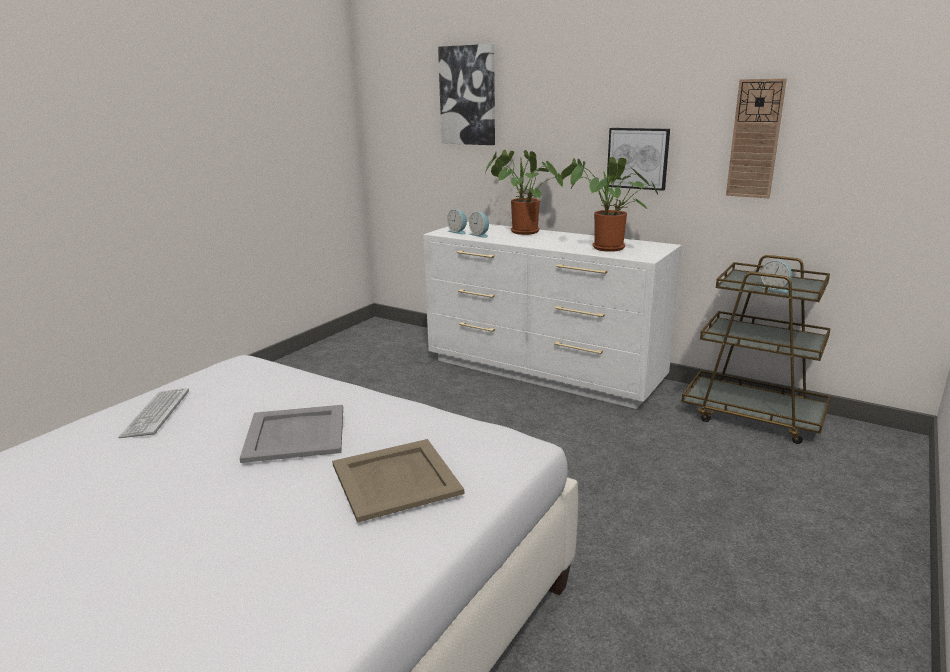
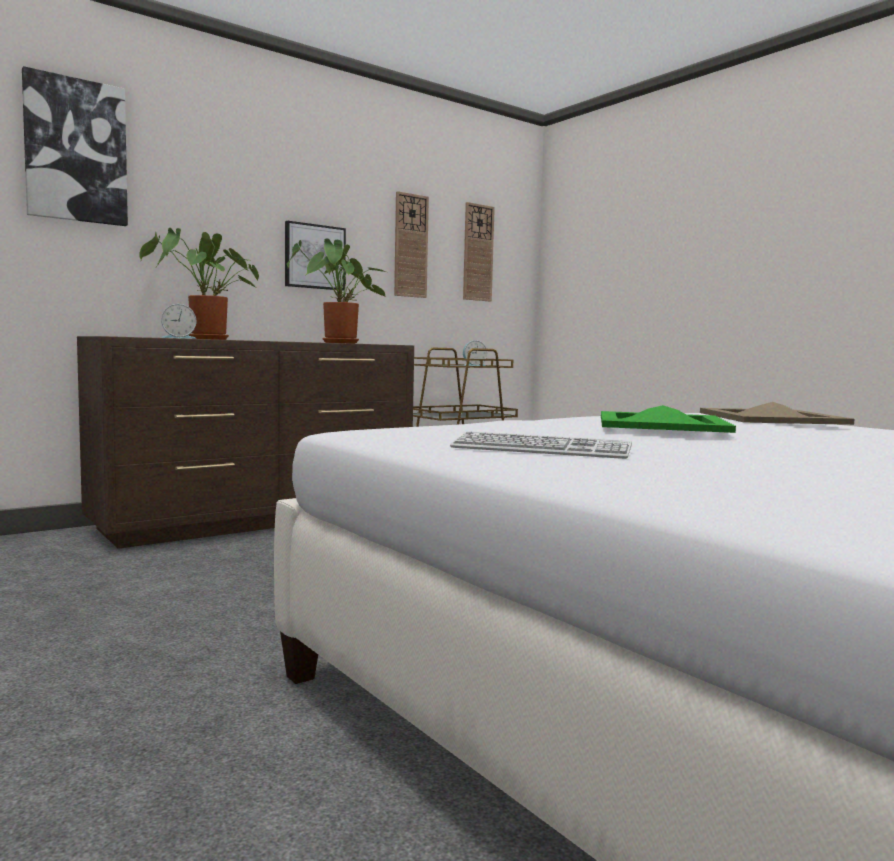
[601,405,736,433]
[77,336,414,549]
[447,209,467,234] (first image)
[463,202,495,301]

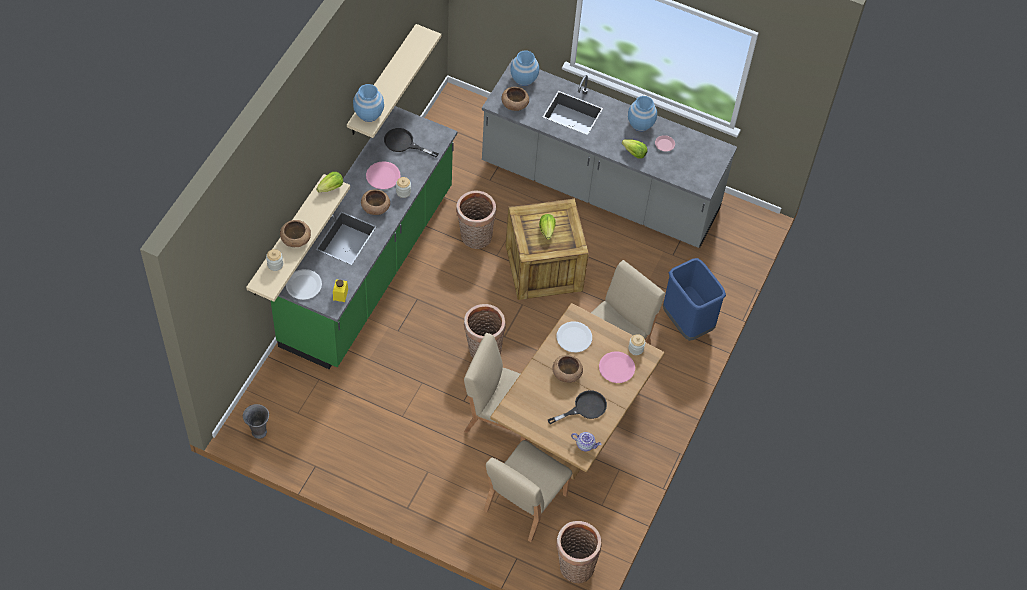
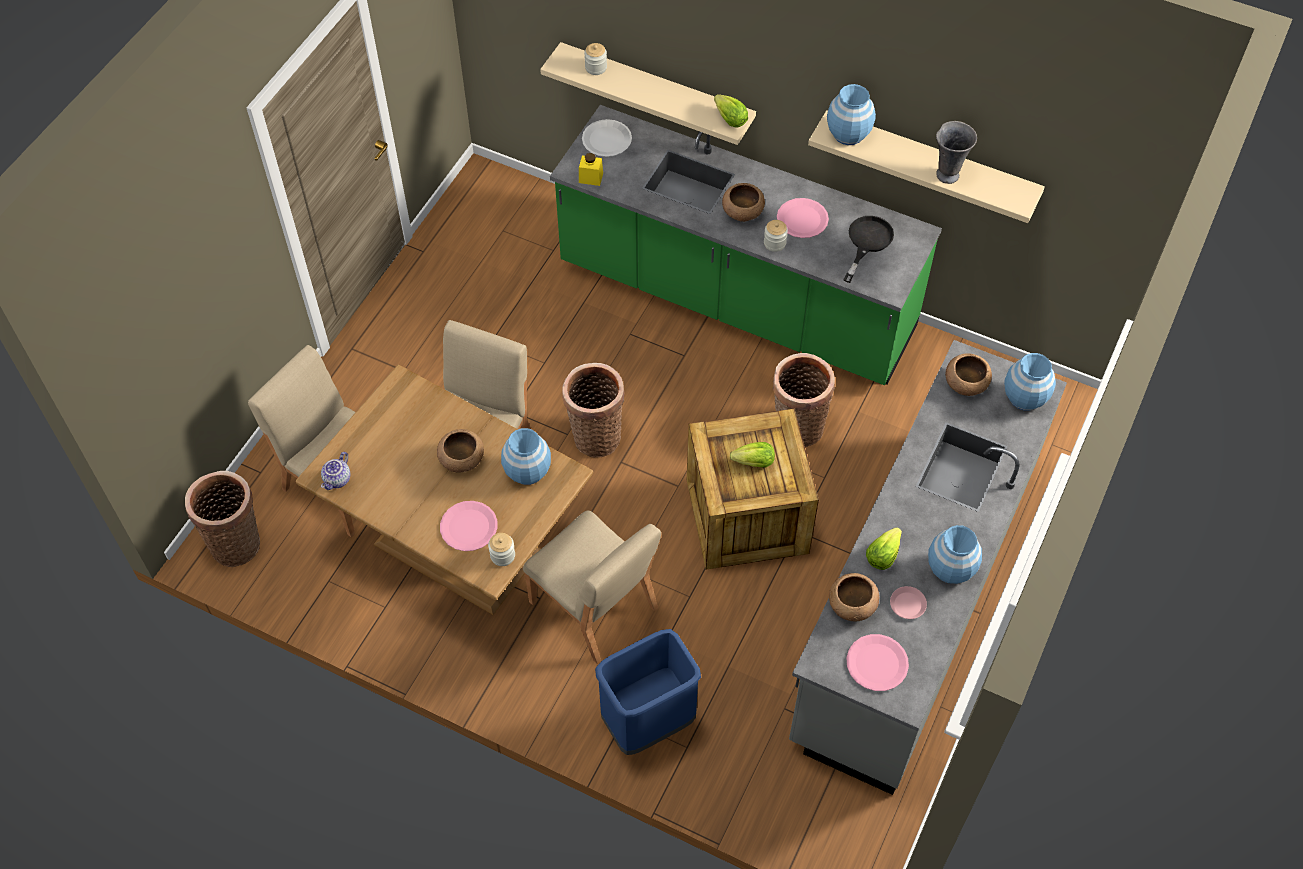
[936,121,977,184]
[829,573,879,621]
[548,390,607,424] (first image)
[501,428,551,485]
[846,634,909,691]

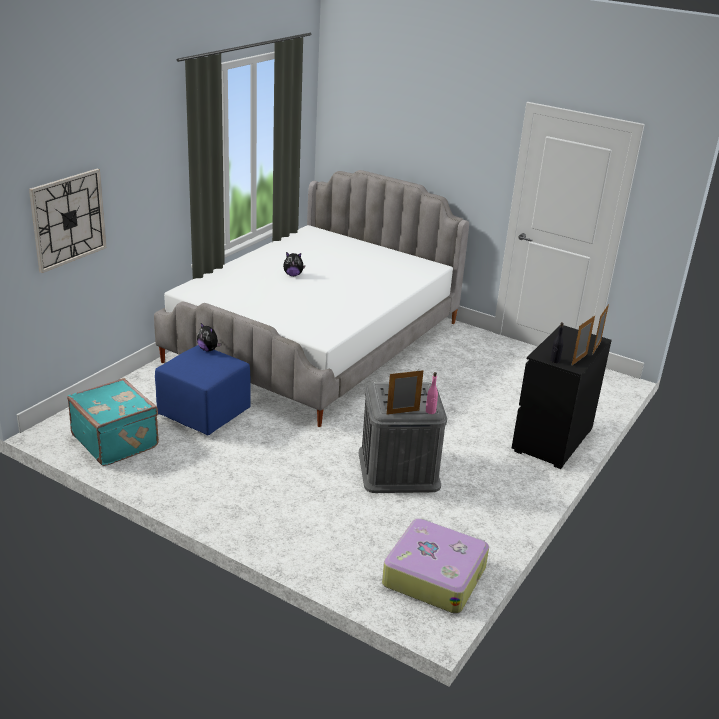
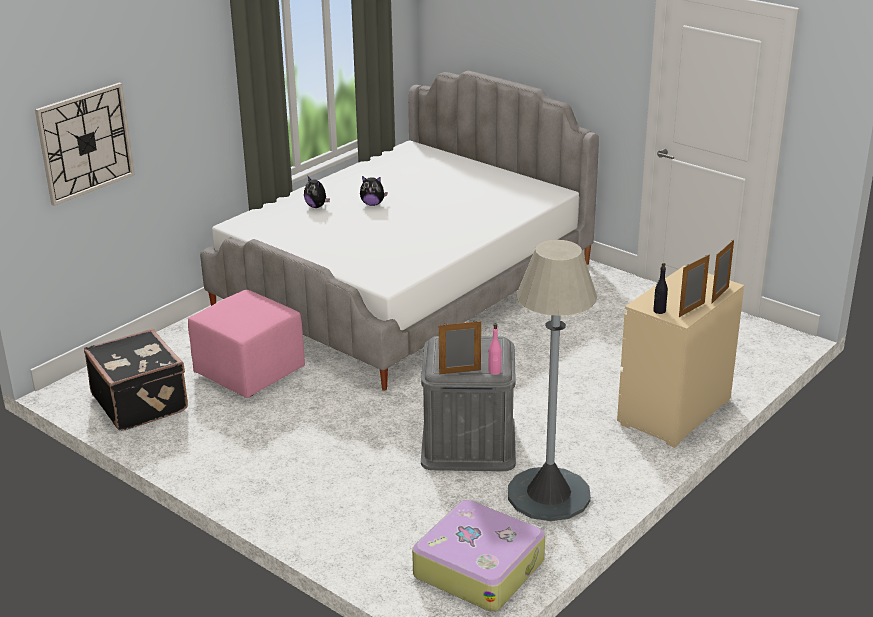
[84,329,188,431]
[188,290,305,398]
[304,176,330,208]
[617,265,744,448]
[508,240,597,521]

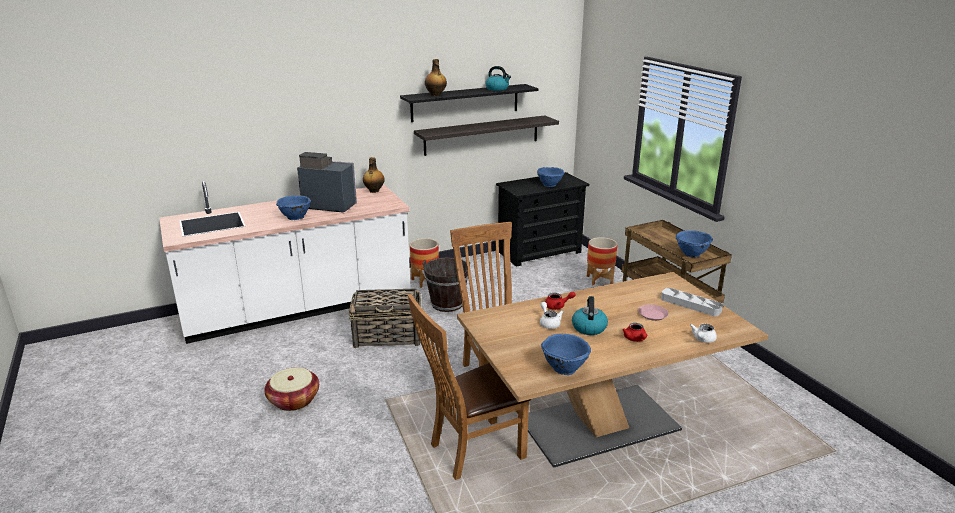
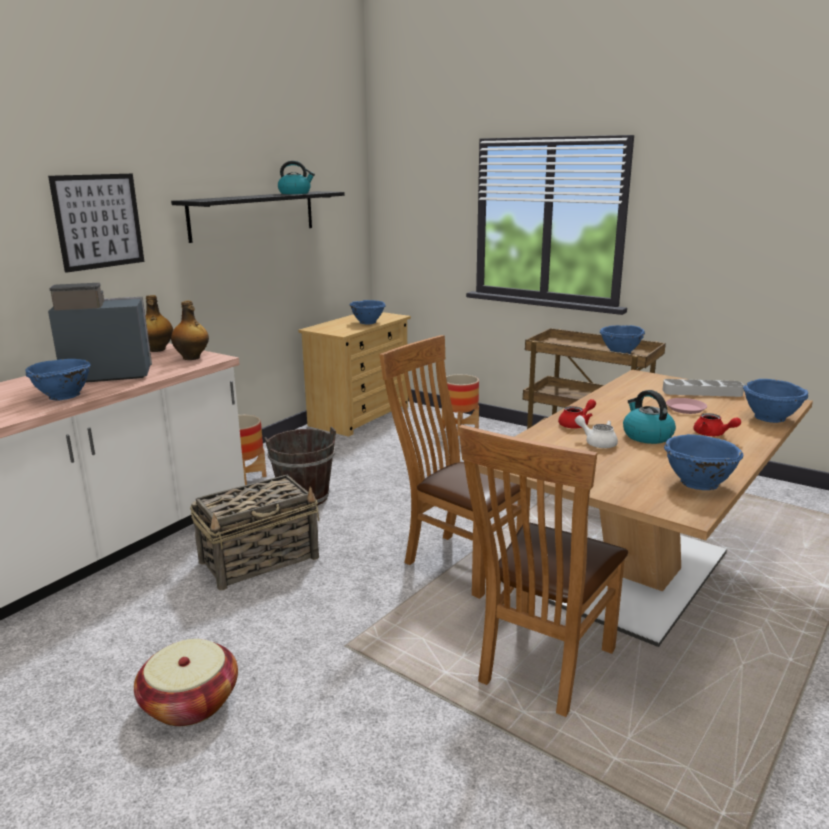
[414,115,559,156] (first image)
[171,301,209,360]
[298,312,411,437]
[743,379,808,423]
[48,174,144,273]

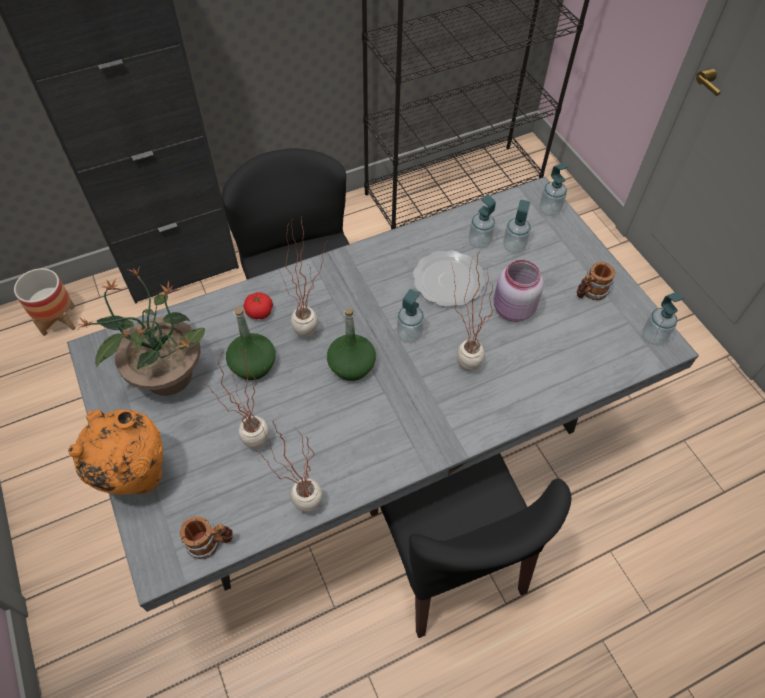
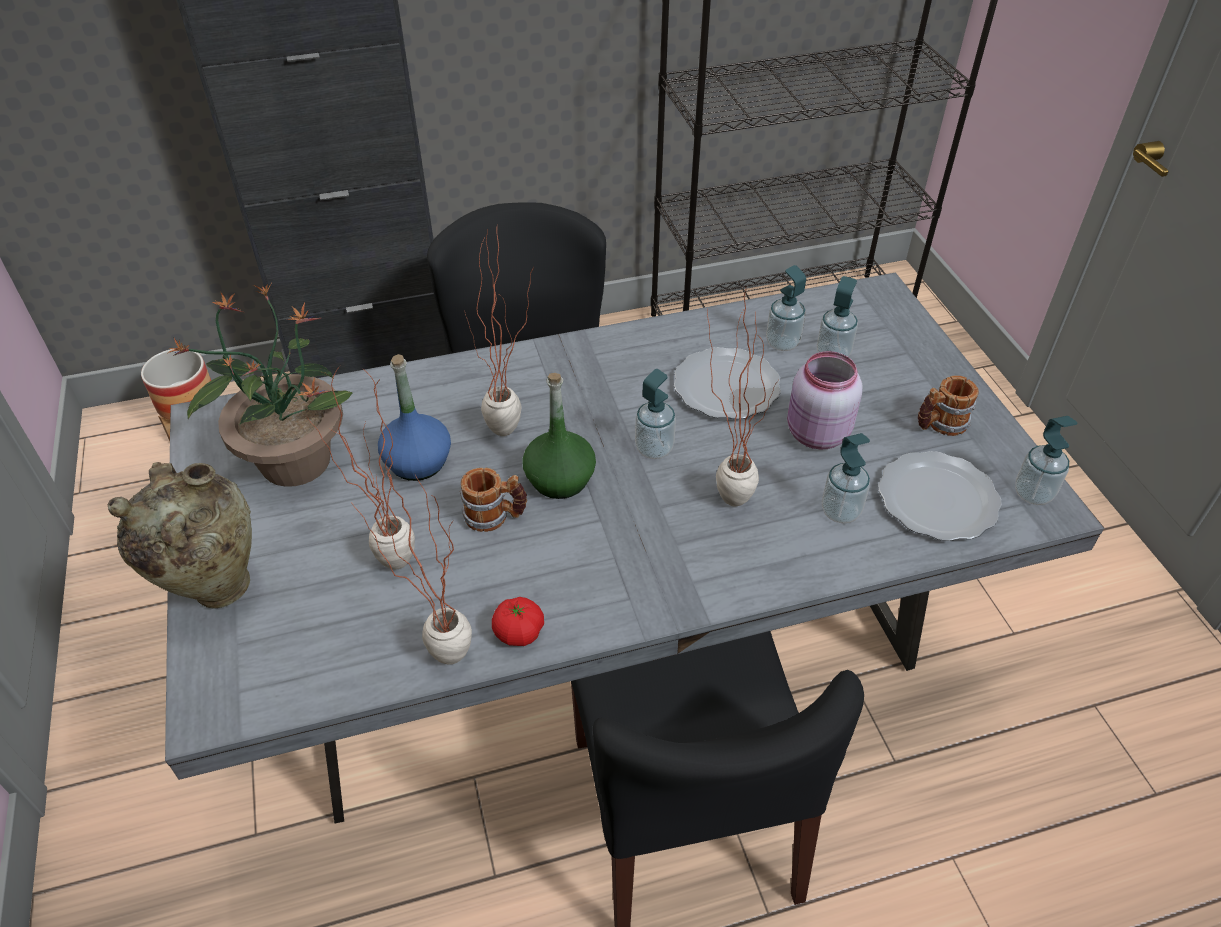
[108,462,252,609]
[460,468,527,532]
[378,354,451,481]
[492,597,544,646]
[822,433,870,523]
[878,451,1002,541]

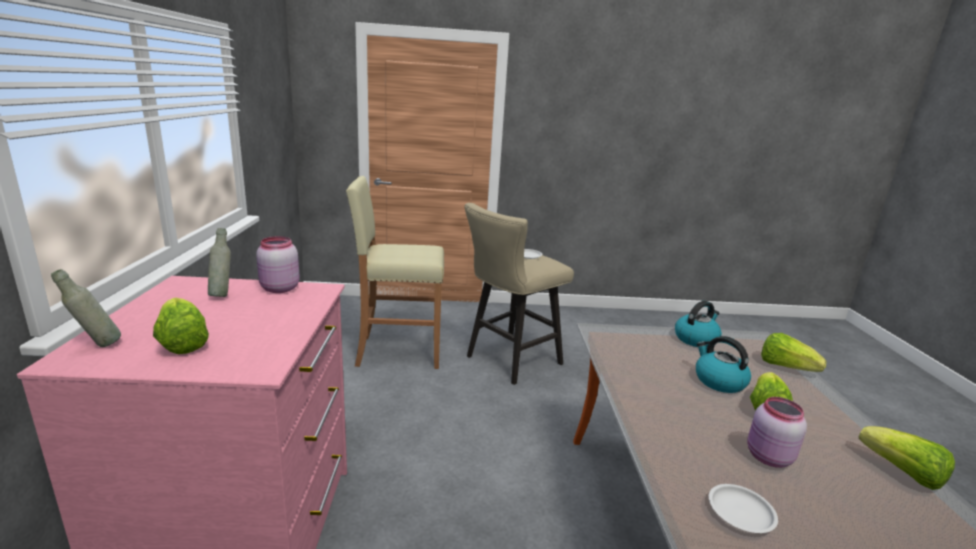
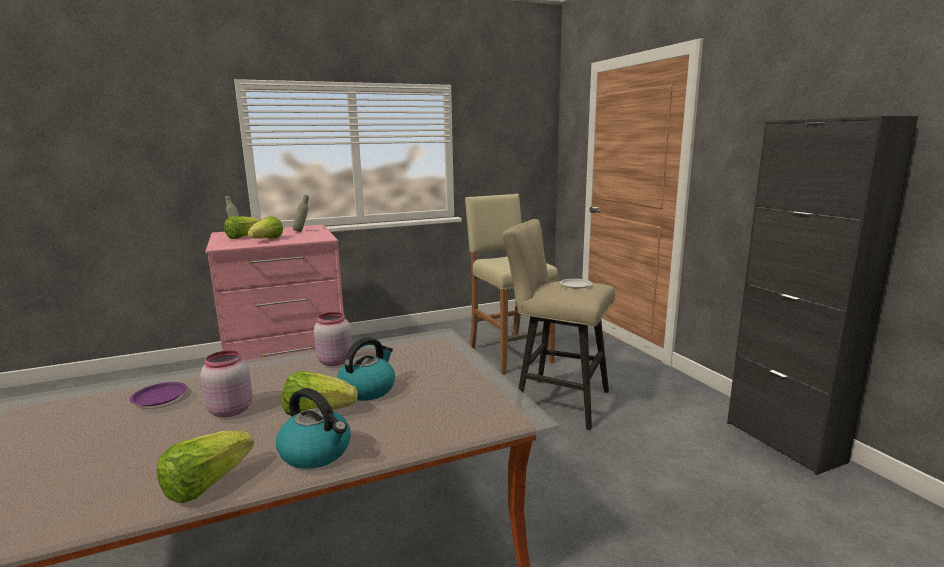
[314,312,352,366]
[276,388,351,469]
[130,382,187,406]
[248,216,283,239]
[727,116,918,475]

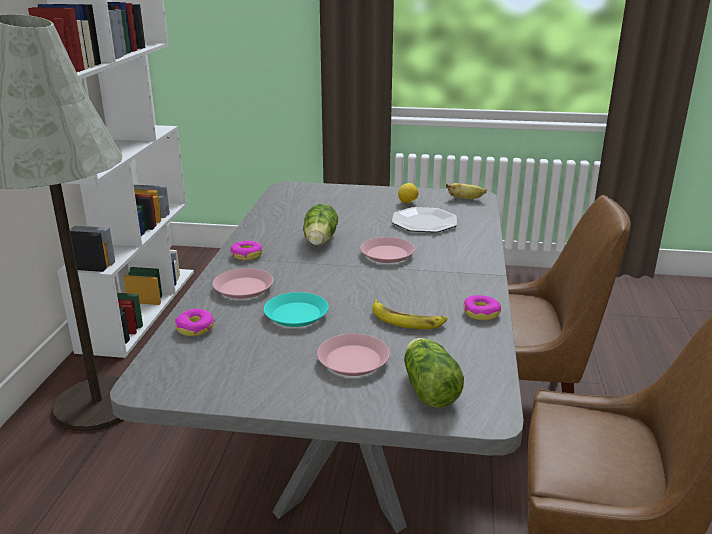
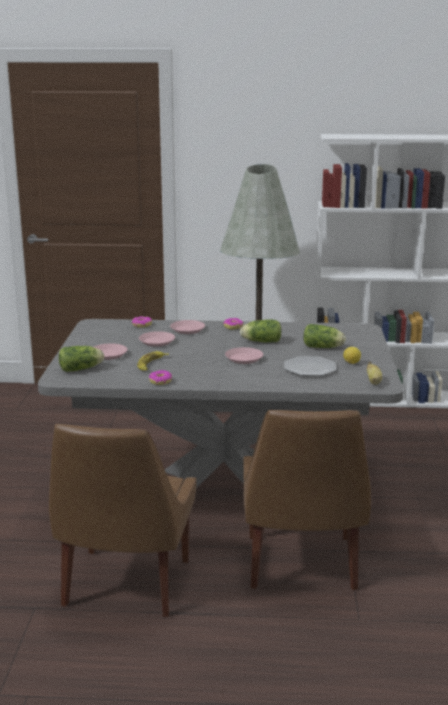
[139,331,175,347]
[303,324,346,348]

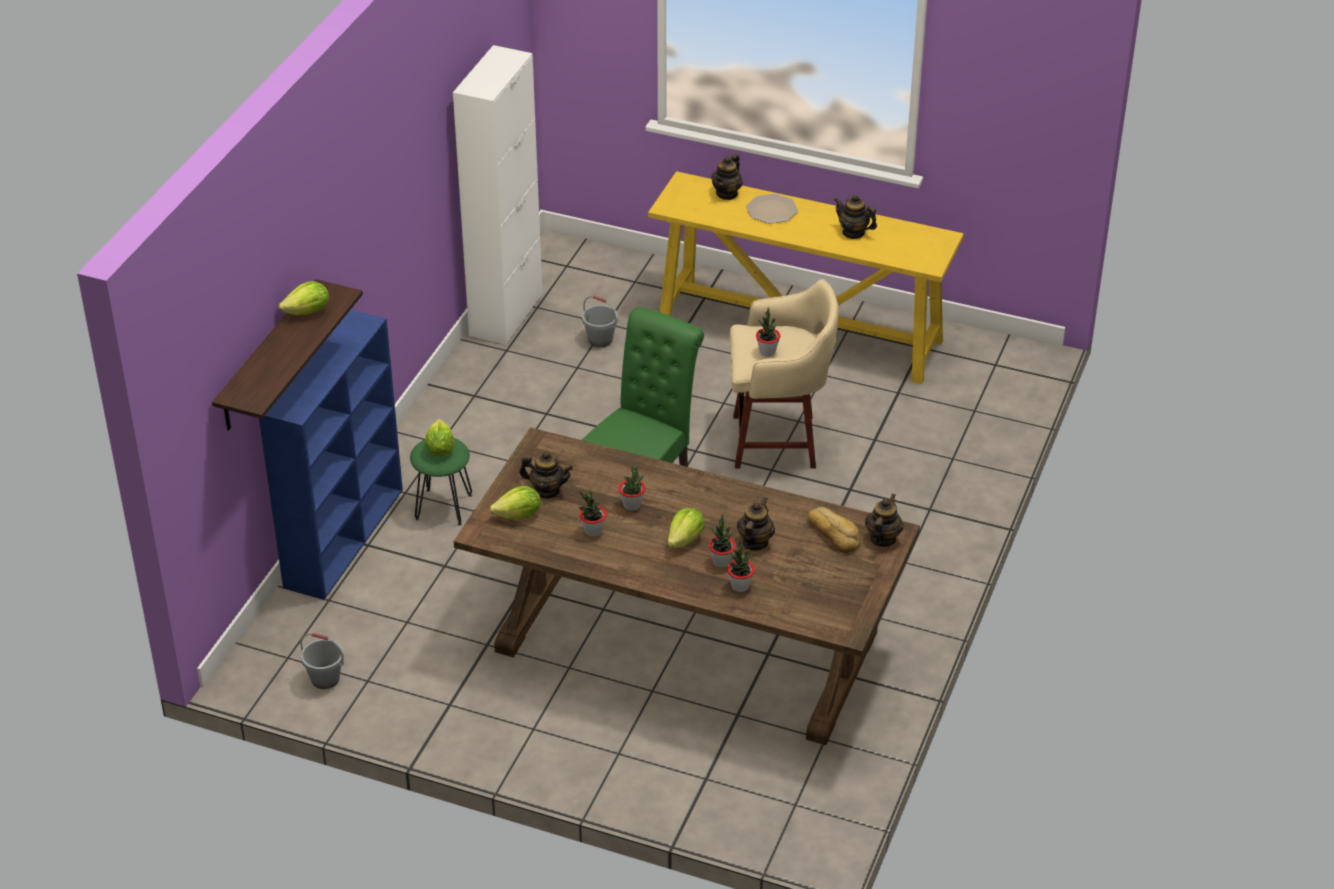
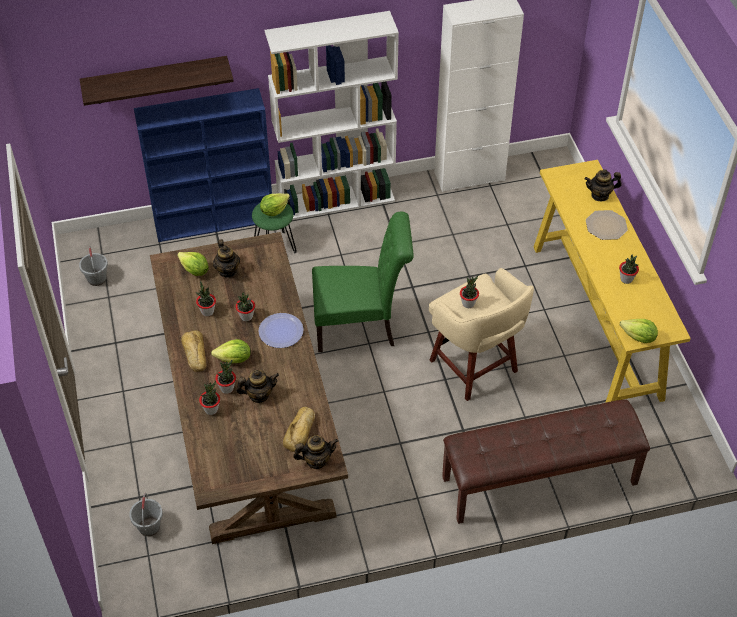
[620,319,658,343]
[129,493,163,536]
[619,255,639,284]
[181,330,207,372]
[258,313,304,348]
[265,11,399,220]
[442,399,650,524]

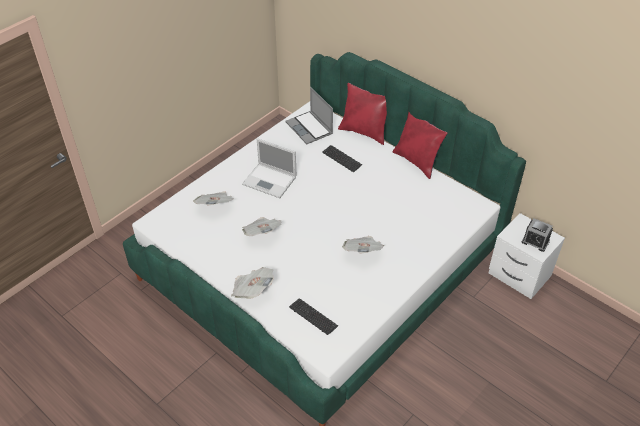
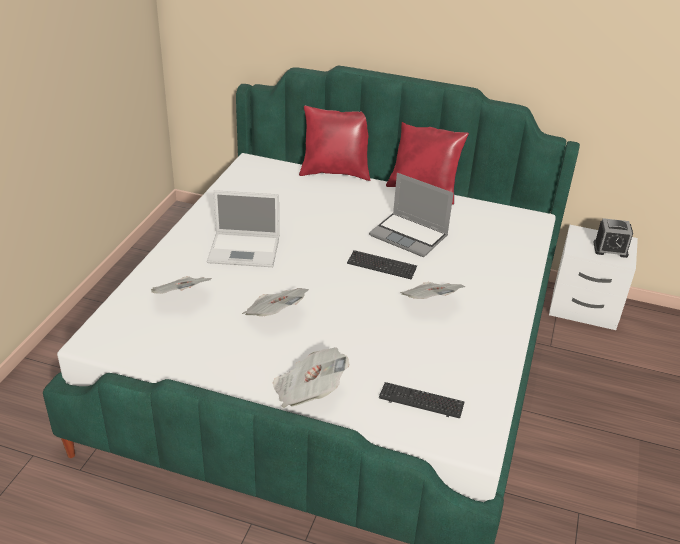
[369,173,453,257]
[347,250,417,279]

